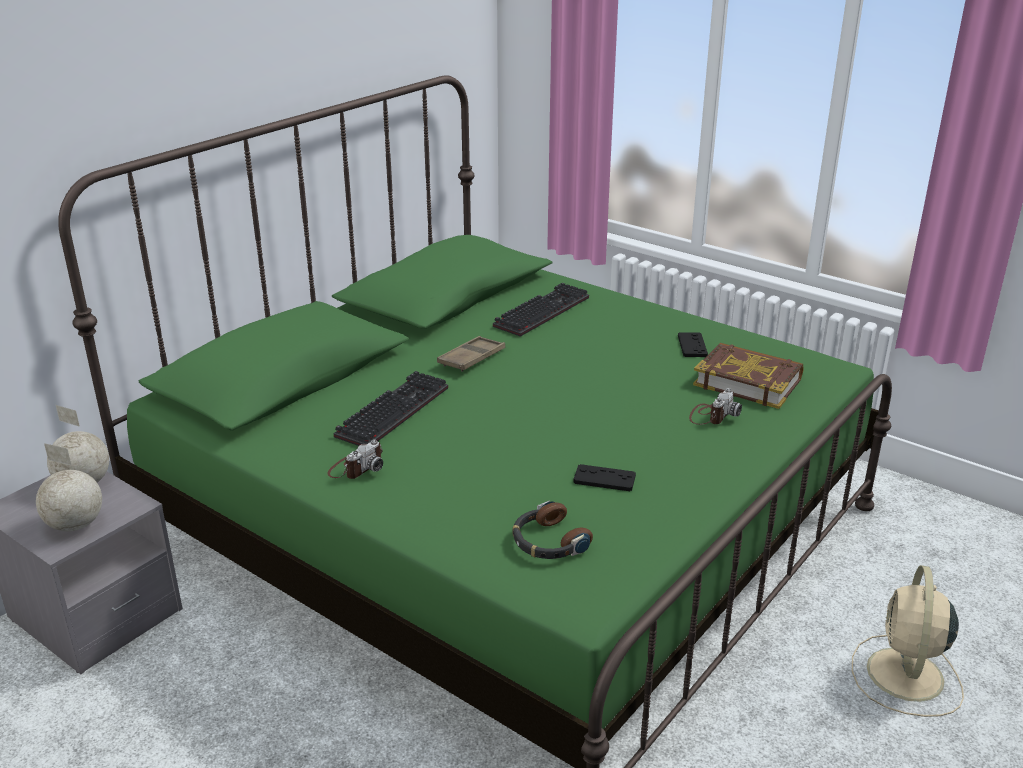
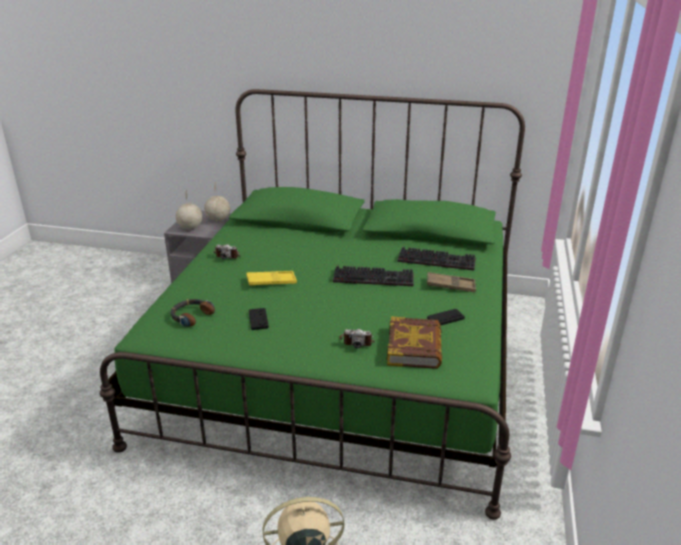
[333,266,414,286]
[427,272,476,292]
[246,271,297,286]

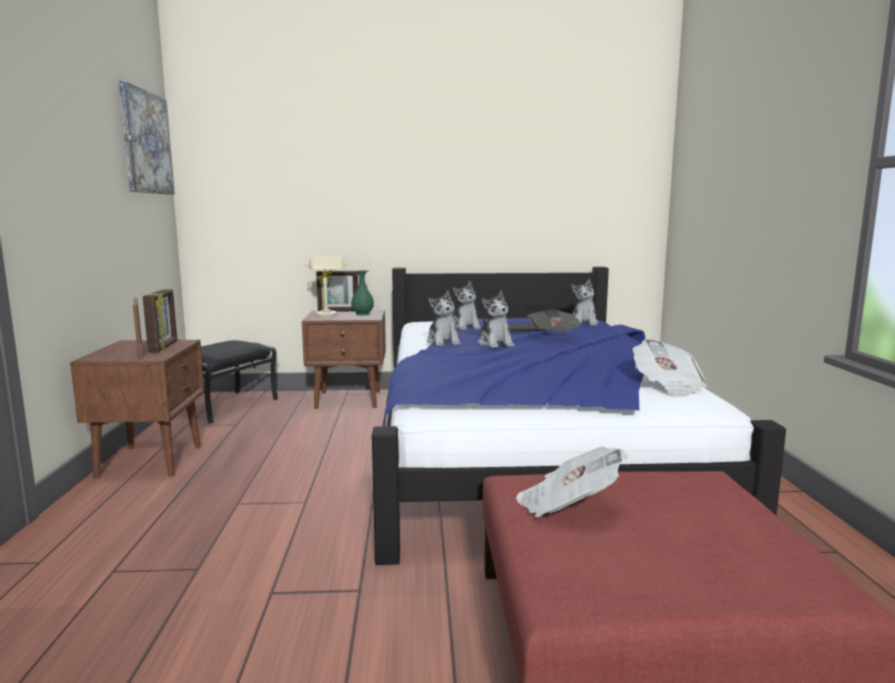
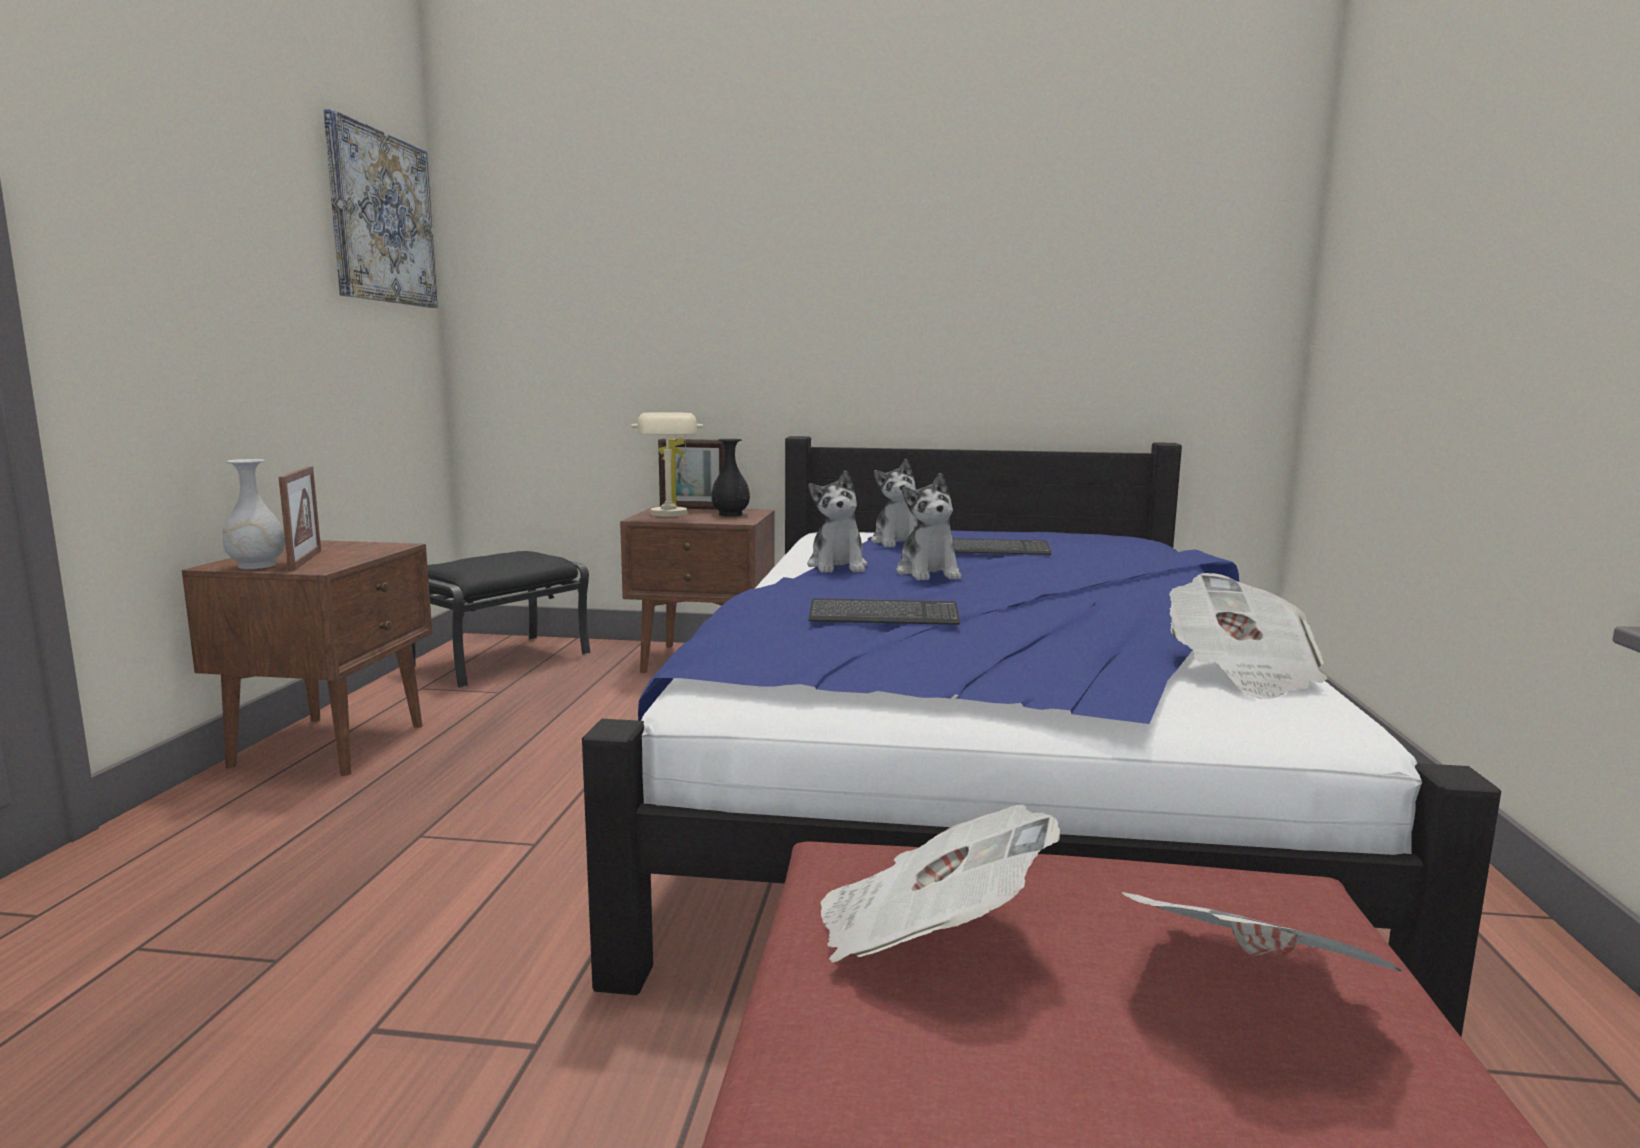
[143,289,177,352] (first image)
[711,439,750,517]
[1122,892,1404,971]
[571,279,599,326] (first image)
[222,459,285,569]
[809,598,960,625]

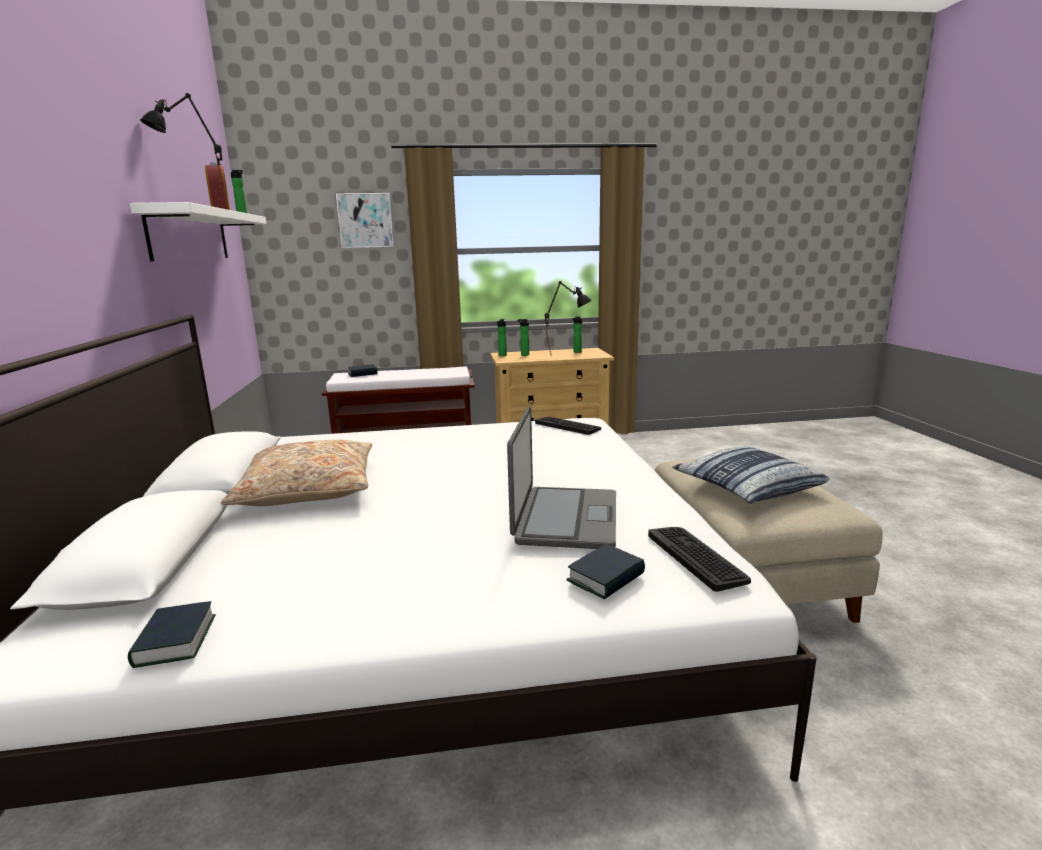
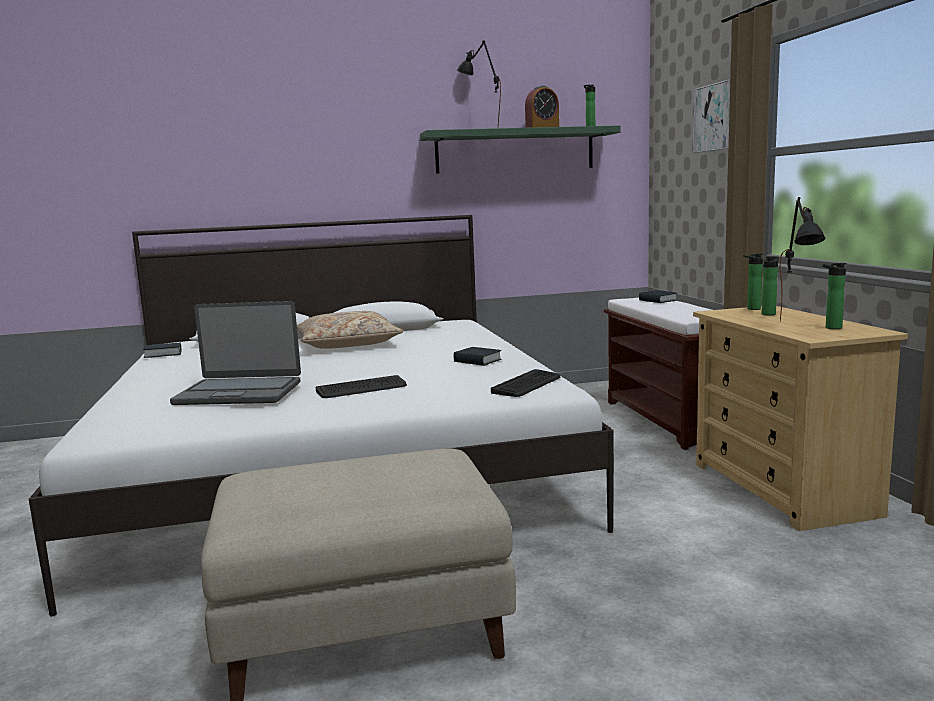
[420,125,620,173]
[453,347,502,366]
[316,375,407,398]
[673,446,829,504] (first image)

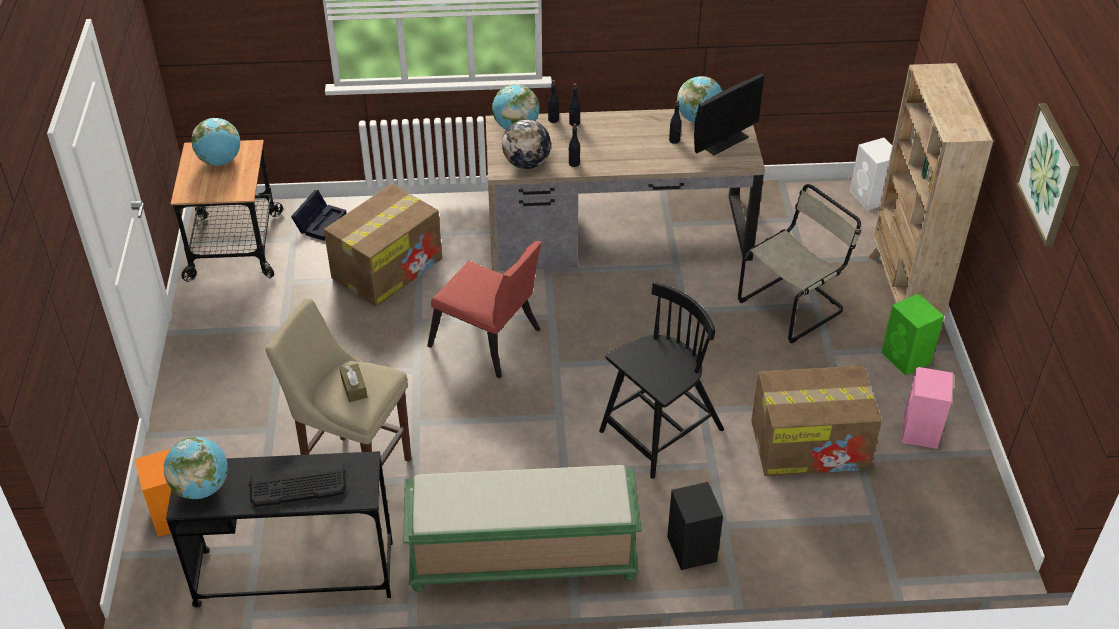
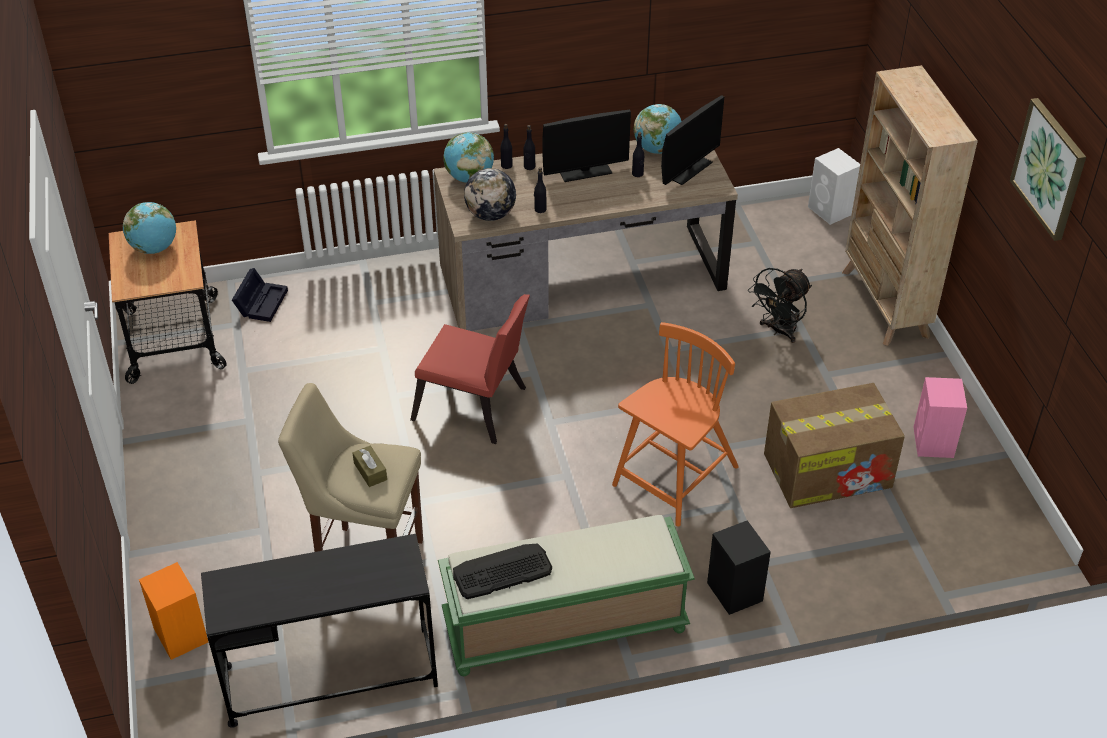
[164,437,228,499] (first image)
[453,544,552,599]
[324,184,442,307] (first image)
[612,322,739,527]
[748,268,812,343]
[881,293,944,376] (first image)
[542,110,631,182]

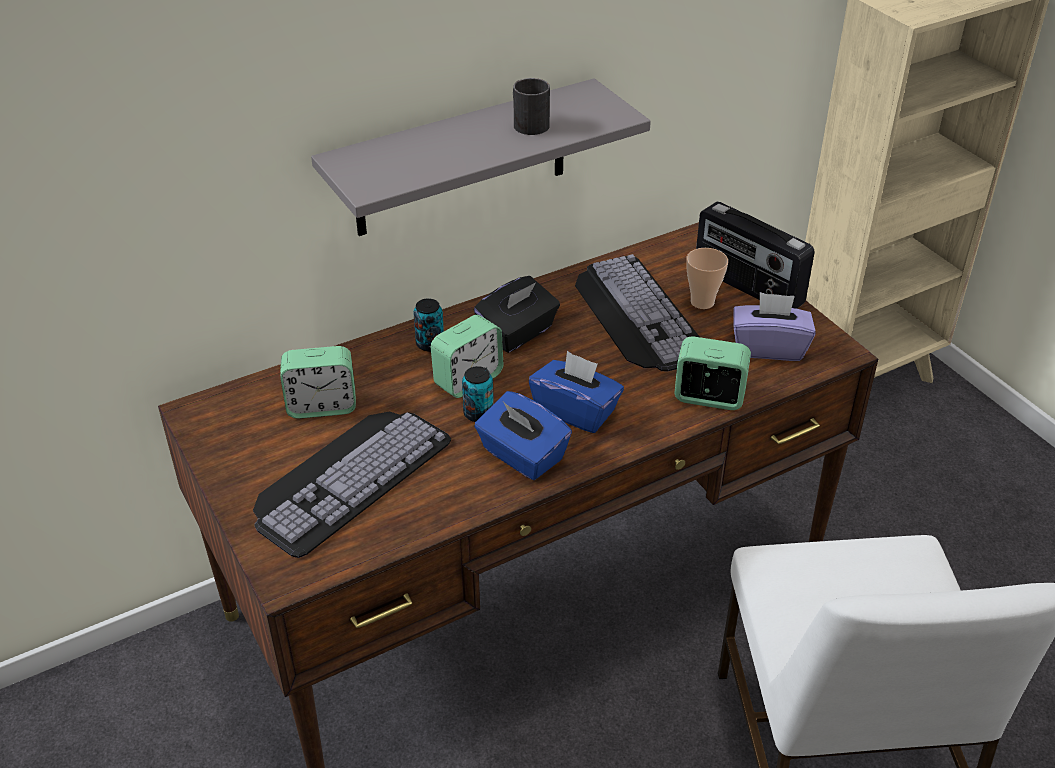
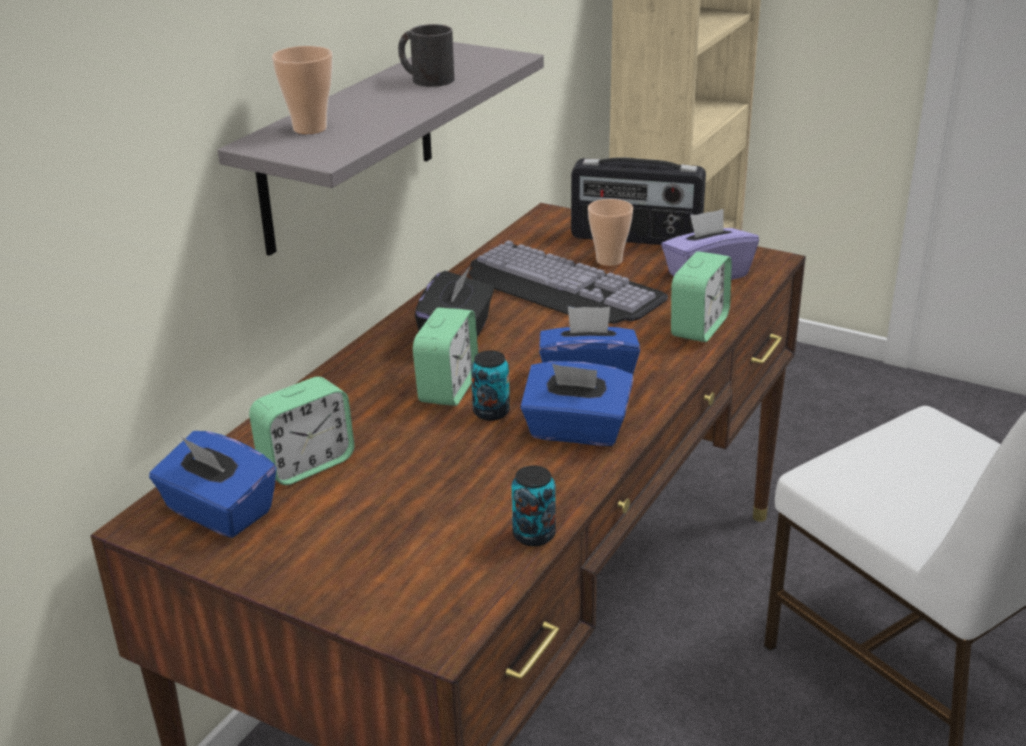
[253,411,451,558] (first image)
[512,465,556,546]
[671,251,732,342]
[149,431,276,538]
[272,46,333,134]

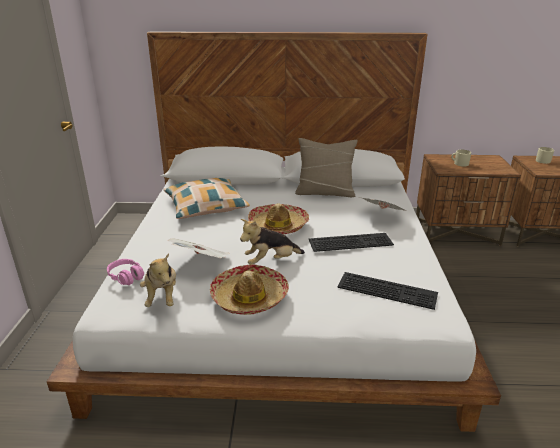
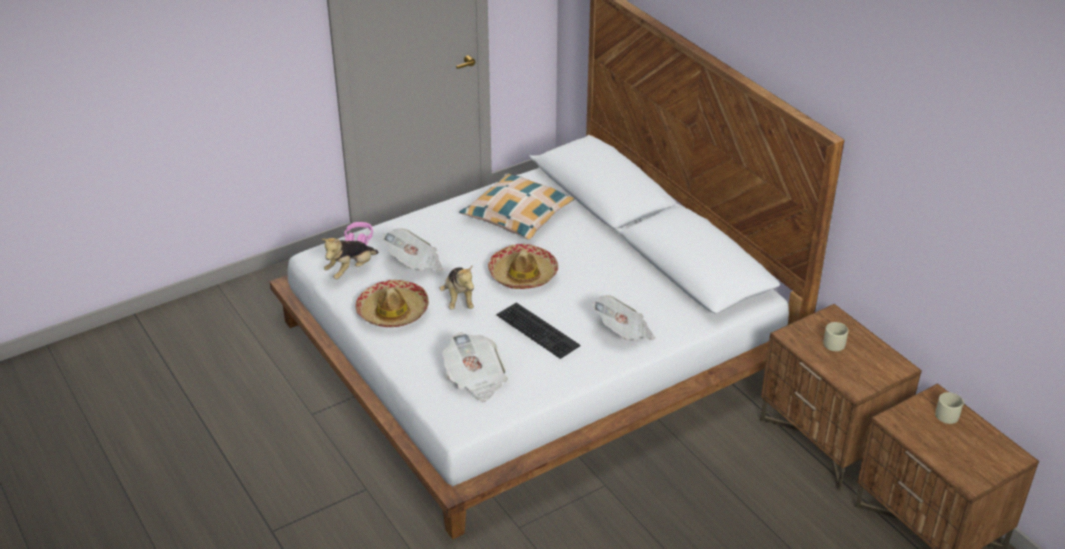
[439,265,474,310]
[295,138,358,197] (first image)
[442,332,508,402]

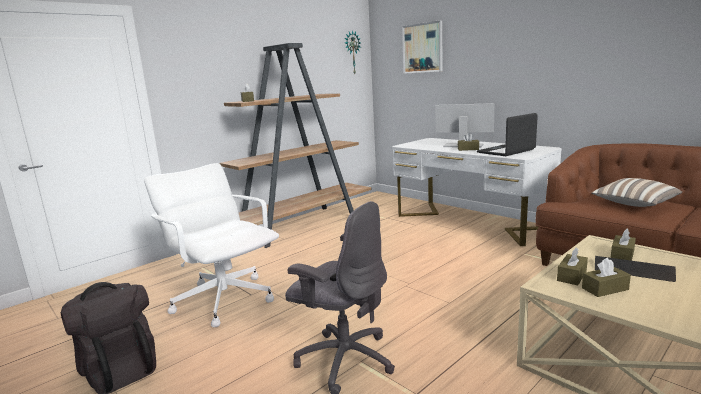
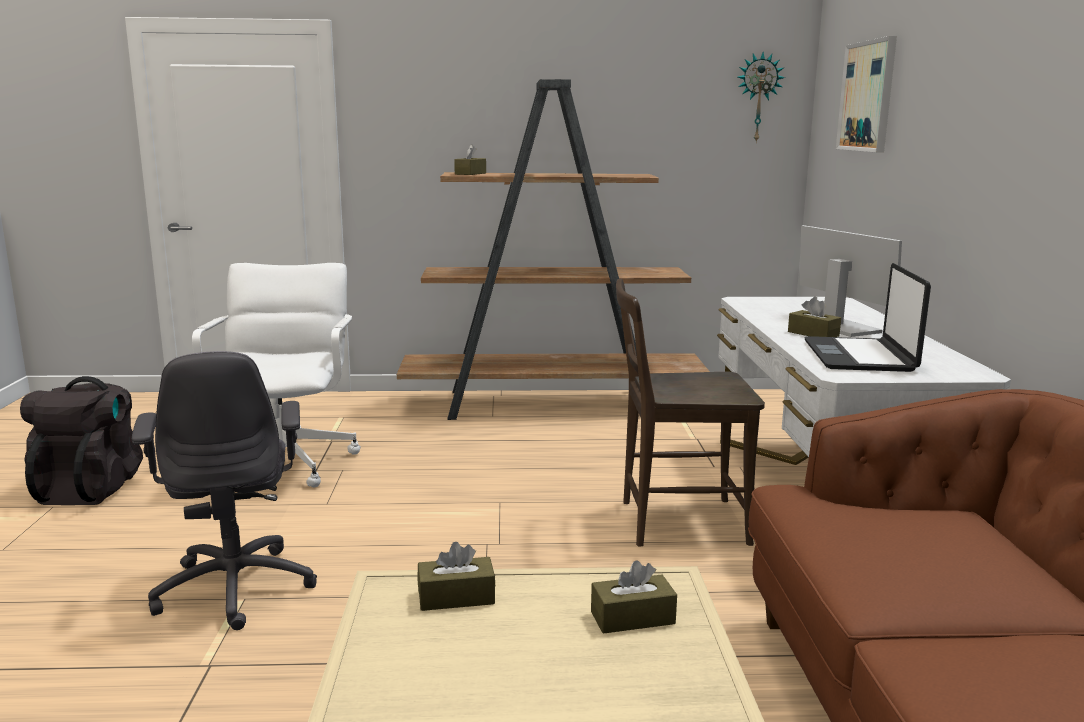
[804,263,931,372]
[582,258,631,297] (first image)
[591,178,682,207] (first image)
[595,256,676,282] (first image)
[616,279,765,547]

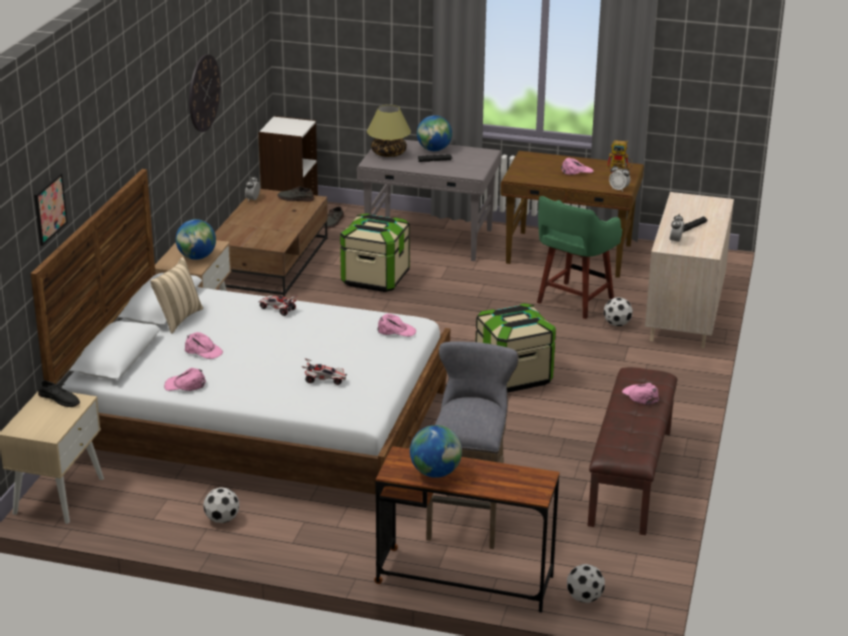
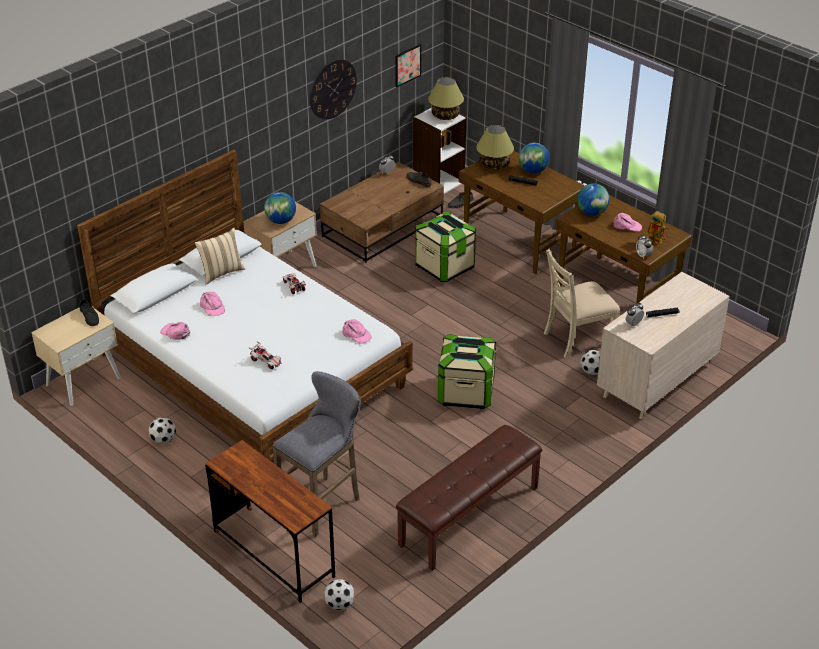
[395,44,421,88]
[459,151,585,274]
[577,183,610,216]
[544,249,620,358]
[622,383,659,405] (first image)
[428,77,464,120]

